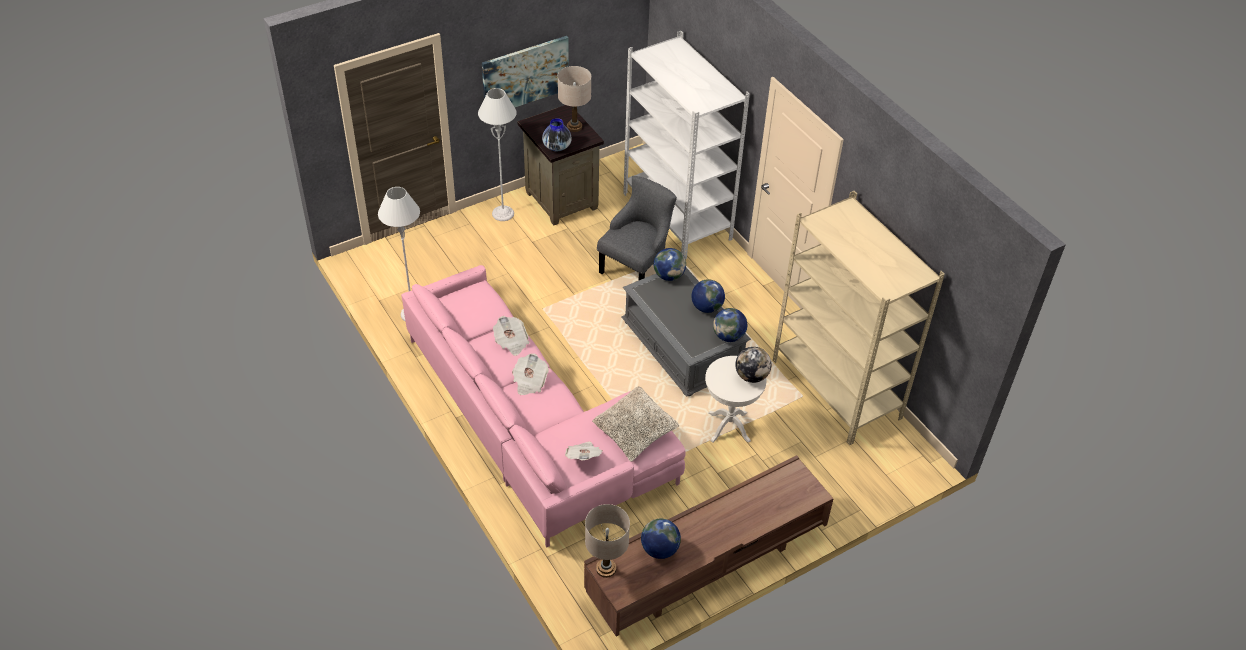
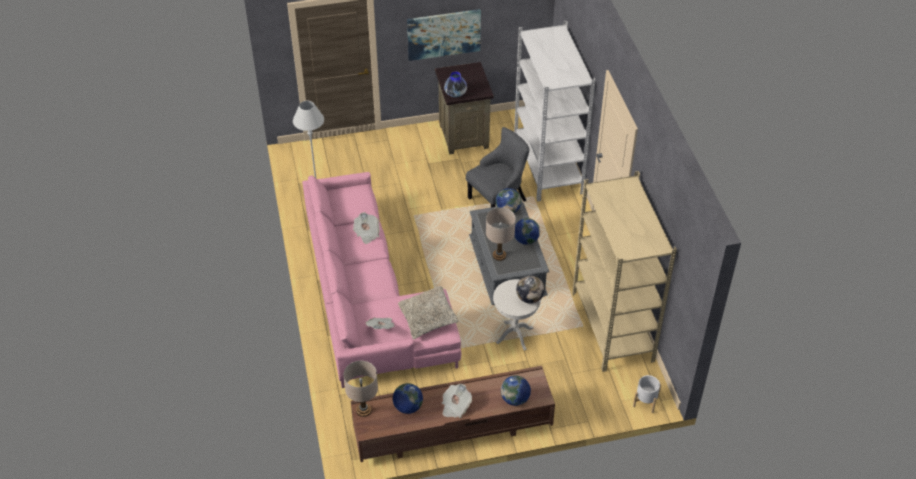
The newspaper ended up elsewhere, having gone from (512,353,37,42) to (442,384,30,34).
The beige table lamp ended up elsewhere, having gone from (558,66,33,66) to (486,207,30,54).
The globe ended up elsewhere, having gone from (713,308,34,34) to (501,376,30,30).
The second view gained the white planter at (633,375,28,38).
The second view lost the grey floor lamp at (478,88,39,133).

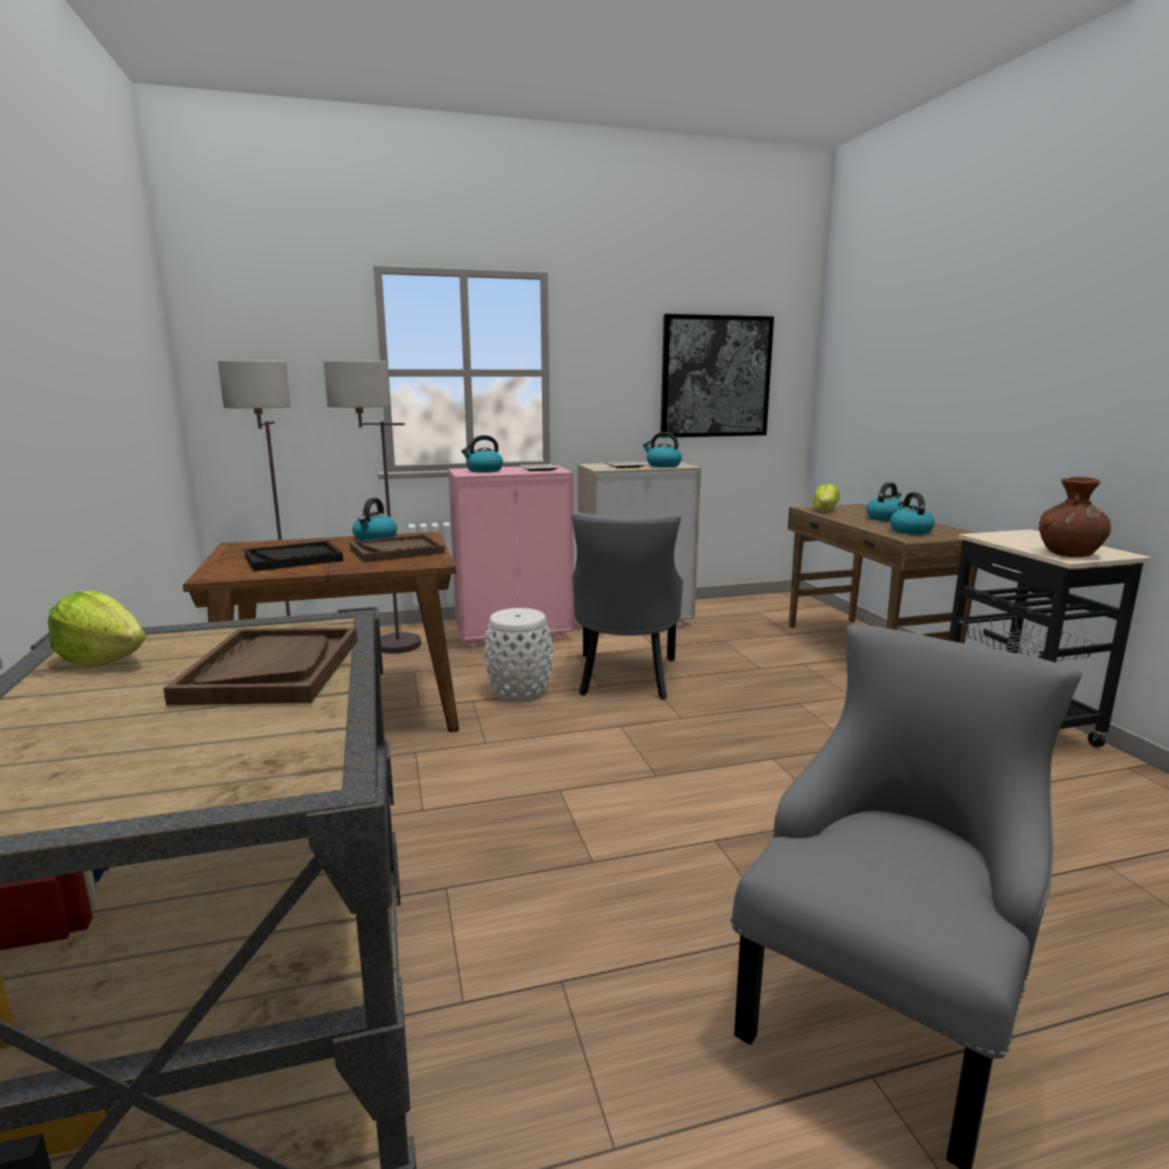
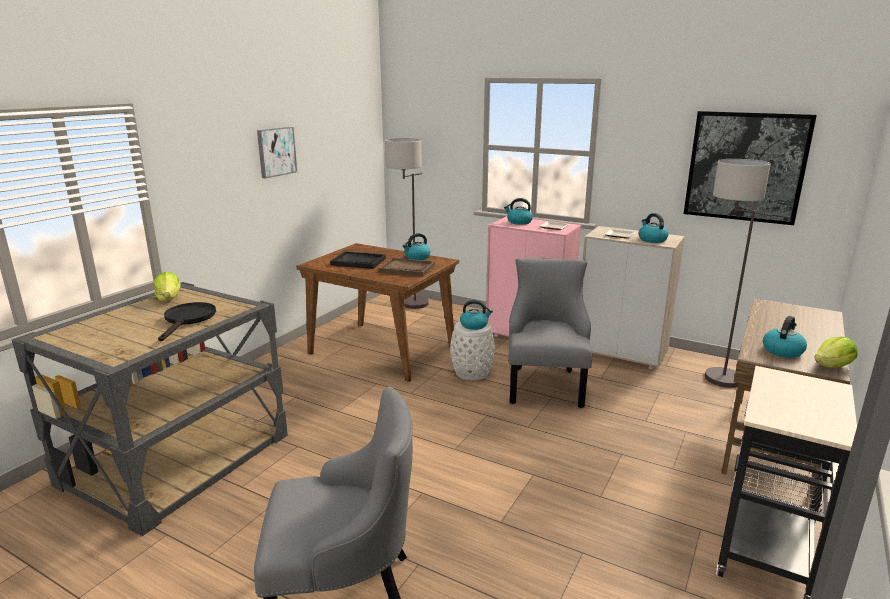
Where the brown tray stood at (163,627,194,78), the black frying pan came to stand at (158,302,58,39).
The second view gained the picture at (257,127,40,51).
The kettle ended up elsewhere, having gone from (866,482,36,39) to (460,300,33,30).
The grey chair at (571,512,113,188) ended up facing another way, 135 degrees clockwise from before.
The grey floor lamp ended up elsewhere, having gone from (324,360,97,294) to (705,159,67,229).
The lettuce ended up elsewhere, having gone from (813,483,27,28) to (814,337,44,31).
The second view lost the brown vase at (1039,477,72,80).

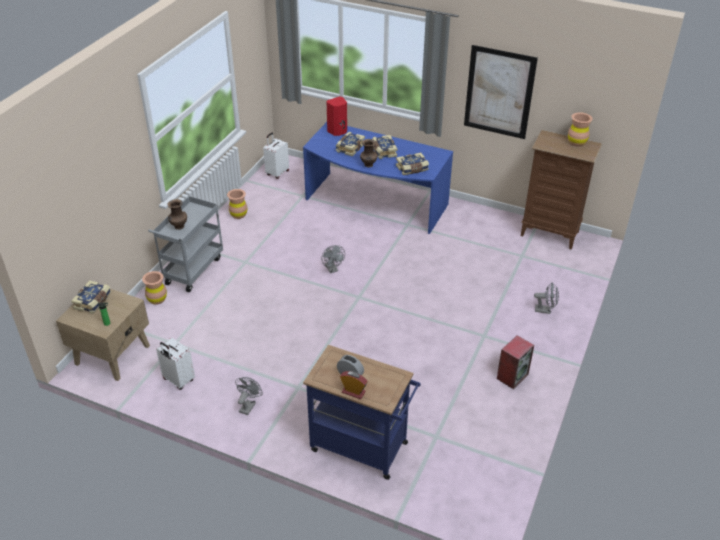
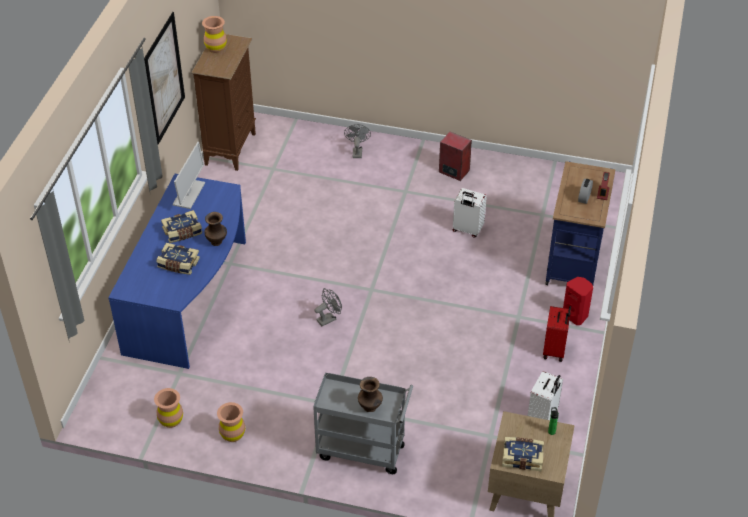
The brown vase ended up elsewhere, having gone from (142,271,25,34) to (154,388,29,40).
The second view gained the monitor at (172,142,33,67).
The white suitcase ended up elsewhere, having gone from (263,133,26,46) to (453,188,34,49).
Where the grey fan stood at (235,377,28,38), the red suitcase came to stand at (543,306,28,56).
The red speaker ended up elsewhere, having gone from (327,97,20,39) to (563,277,30,48).
The second view lost the book at (396,152,33,23).

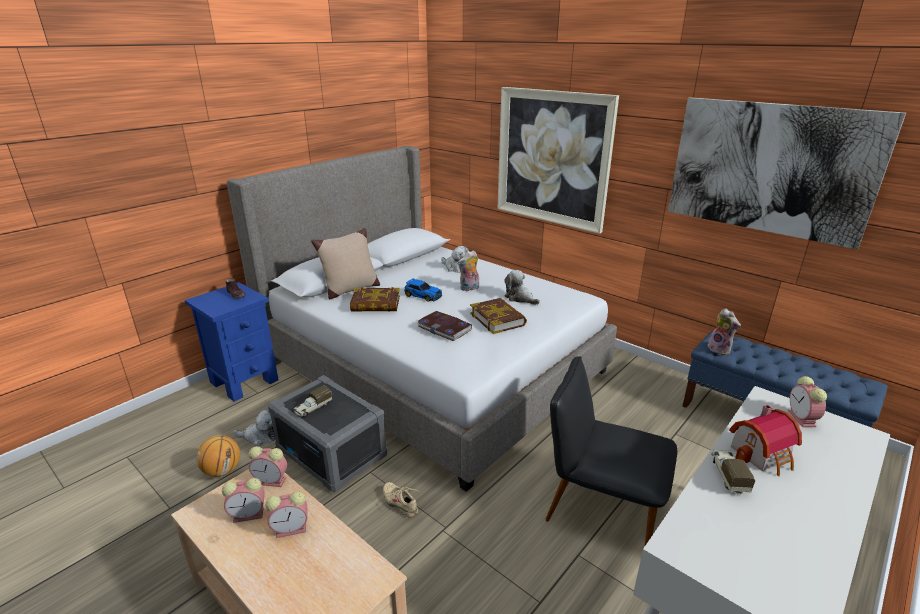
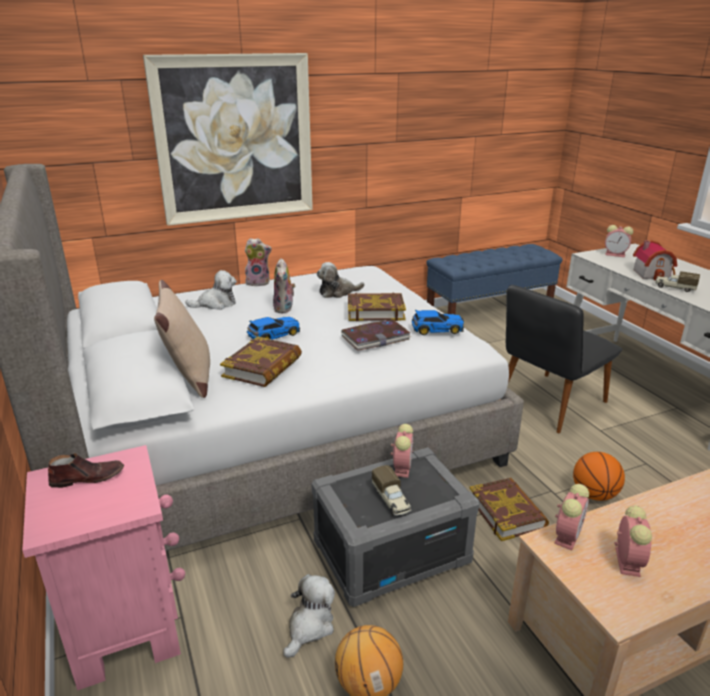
What was the blue nightstand at (185,282,93,120) turned into the pink nightstand at (22,445,163,246).
The plush toy ended up elsewhere, having gone from (708,308,33,47) to (245,238,27,48).
The alarm clock ended up elsewhere, having gone from (265,491,43,47) to (391,424,22,54).
The second view gained the toy car at (412,310,52,25).
Where the beige shoe stood at (383,482,35,36), the book came to stand at (469,478,80,63).
The second view gained the basketball at (573,452,52,49).
The second view lost the picture at (668,97,238,153).

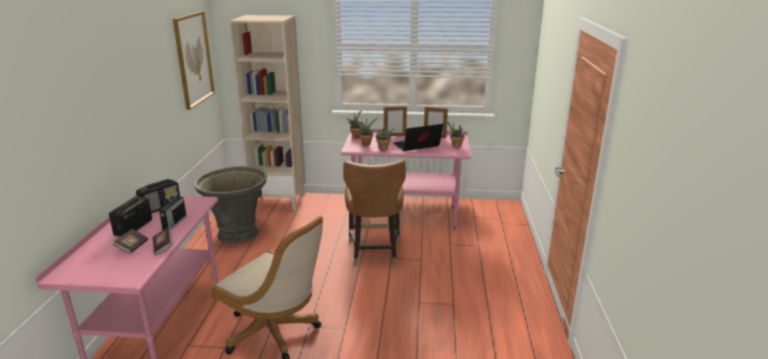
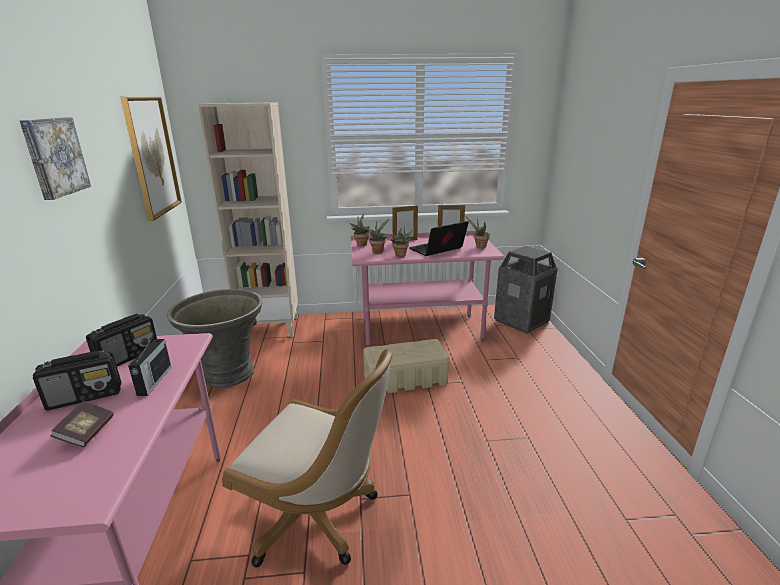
The second view gained the picture at (20,117,71,83).
The radio at (109,196,43,40) ended up facing another way, 120 degrees counterclockwise from before.
Where the brown chair stood at (343,160,63,106), the beige storage box came to stand at (363,339,86,54).
The second view gained the trash can at (494,246,64,88).
The second view lost the book at (153,227,20,28).

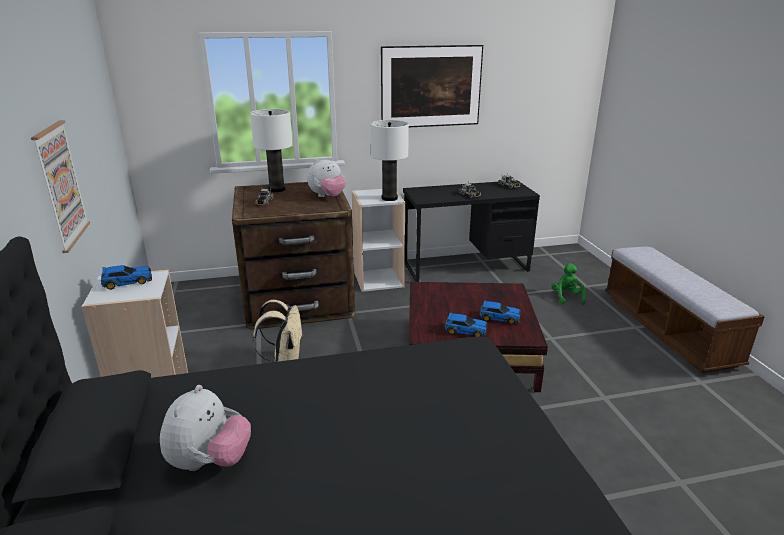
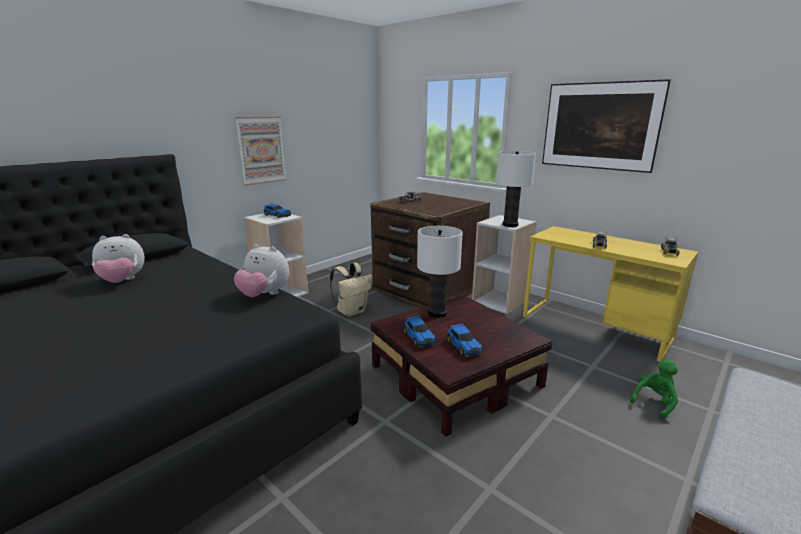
The plush toy ended up elsewhere, having gone from (307,157,39,40) to (234,244,55,53).
The white table lamp ended up elsewhere, having gone from (250,109,43,83) to (417,226,45,92).
What was the black desk at (403,180,137,102) turned into the yellow desk at (523,226,175,136).

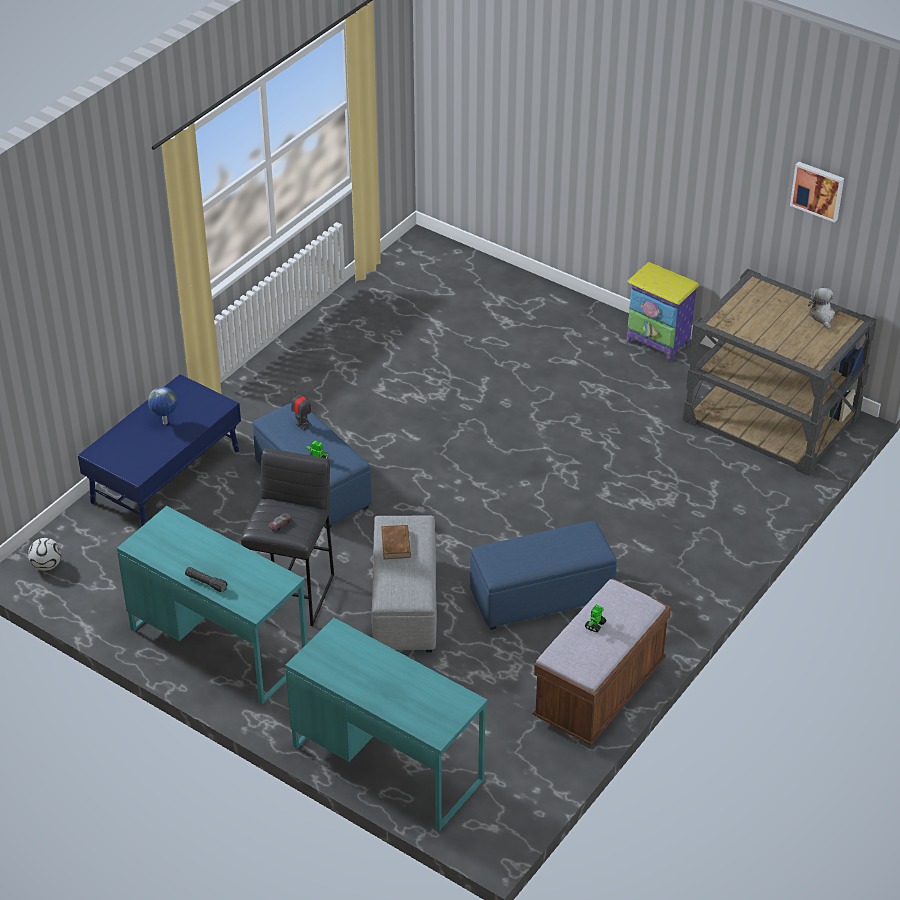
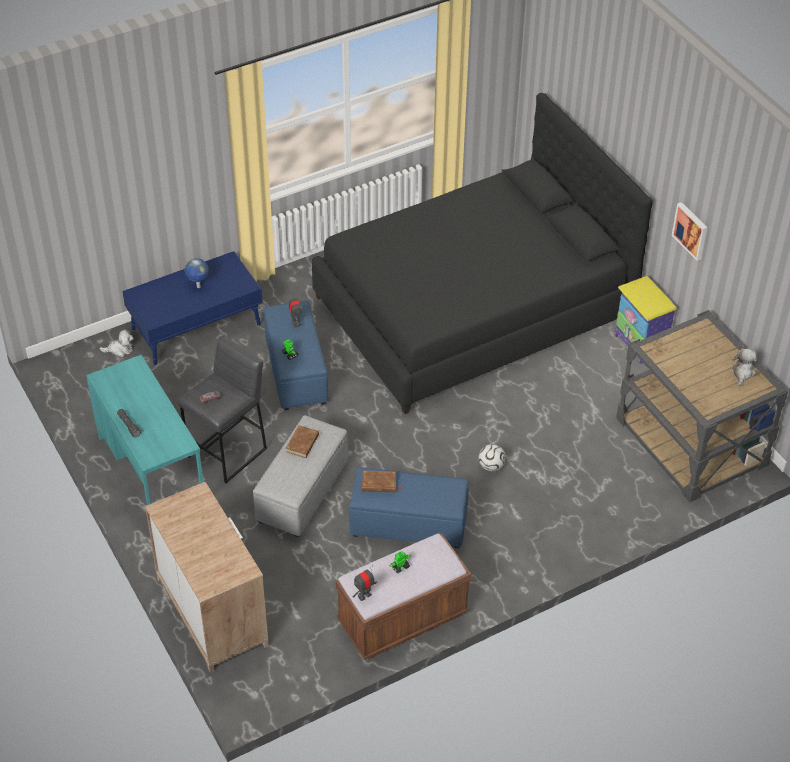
The second view gained the plush toy at (99,330,35,27).
Where the turquoise desk stood at (285,618,203,213), the dresser came to stand at (145,482,124,191).
The second view gained the black bed at (312,93,341,321).
The second view gained the toy robot at (352,568,26,33).
The second view gained the brown book at (362,471,39,21).
The football ended up elsewhere, having gone from (28,538,33,33) to (479,444,27,27).
The picture ended up elsewhere, having gone from (790,161,54,62) to (672,202,36,59).

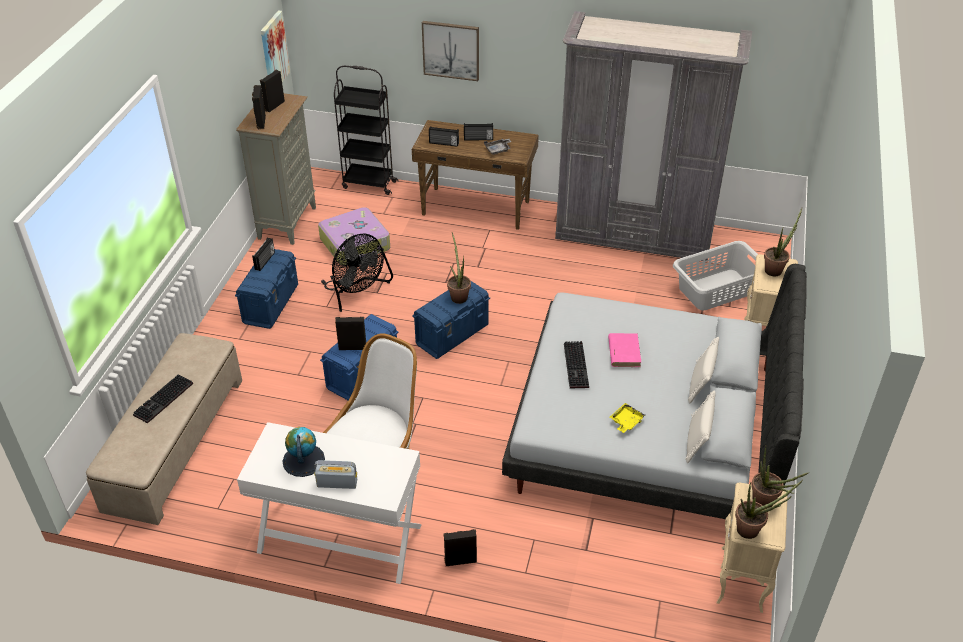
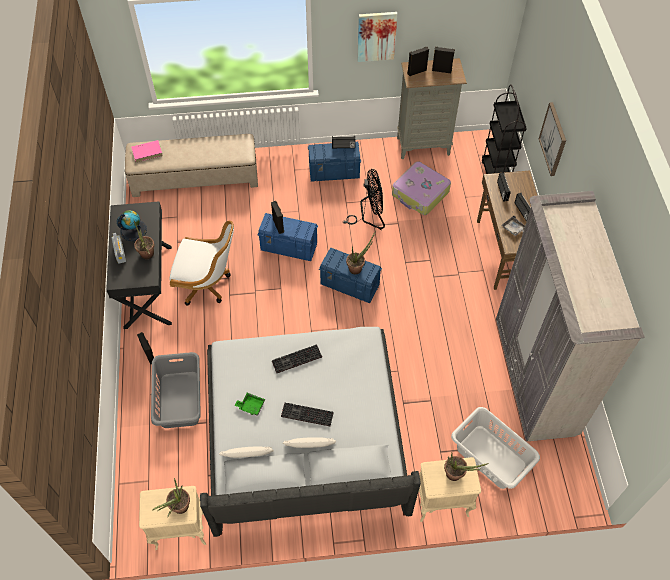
What was the white desk at (237,422,185,162) turned into the black desk at (106,201,66,128).
The pink book ended up elsewhere, having gone from (608,333,34,34) to (131,140,32,22).
The potted plant ended up elsewhere, having gone from (735,480,68,59) to (134,221,21,38).
The second view gained the grey laundry basket at (151,352,50,76).
What was the yellow tray at (610,403,36,30) turned into the green tray at (234,393,32,23).
The keyboard ended up elsewhere, having gone from (133,374,60,49) to (281,403,53,23).
The black fan at (321,234,72,78) ended up facing another way, 120 degrees counterclockwise from before.
The picture ended up elsewhere, having gone from (261,10,29,72) to (357,12,40,50).

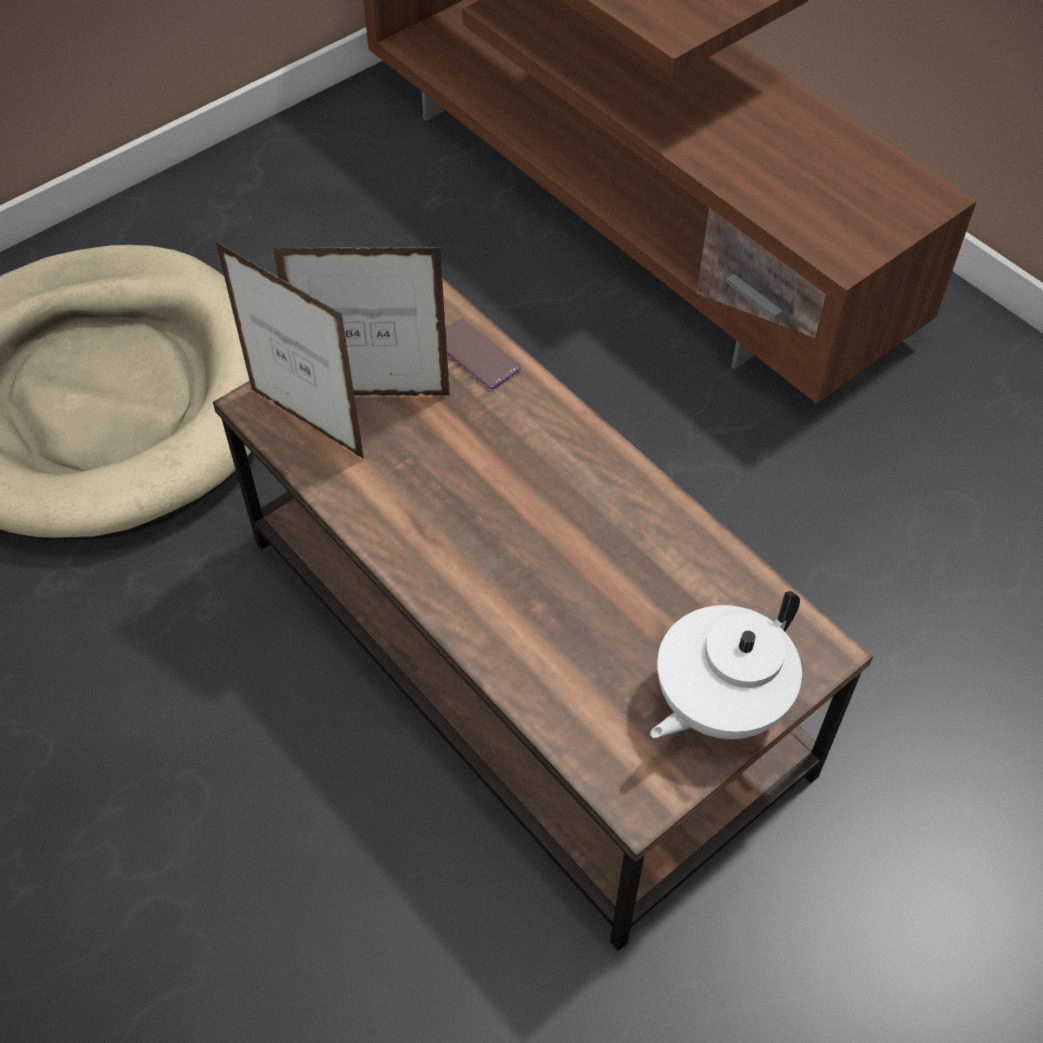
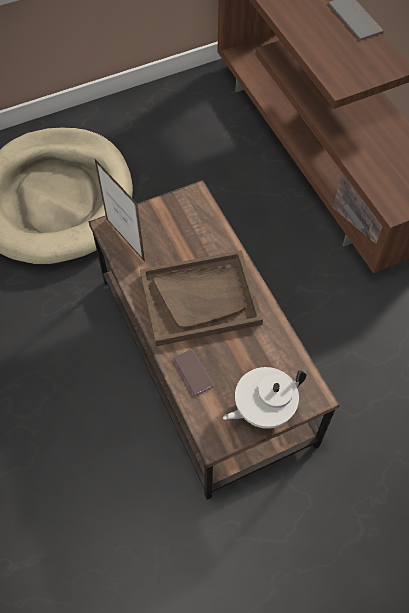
The second view gained the brown tray at (140,250,123,96).
The phone ended up elsewhere, having gone from (446,319,75,70) to (174,349,40,47).
The second view lost the picture frame at (272,247,178,149).

